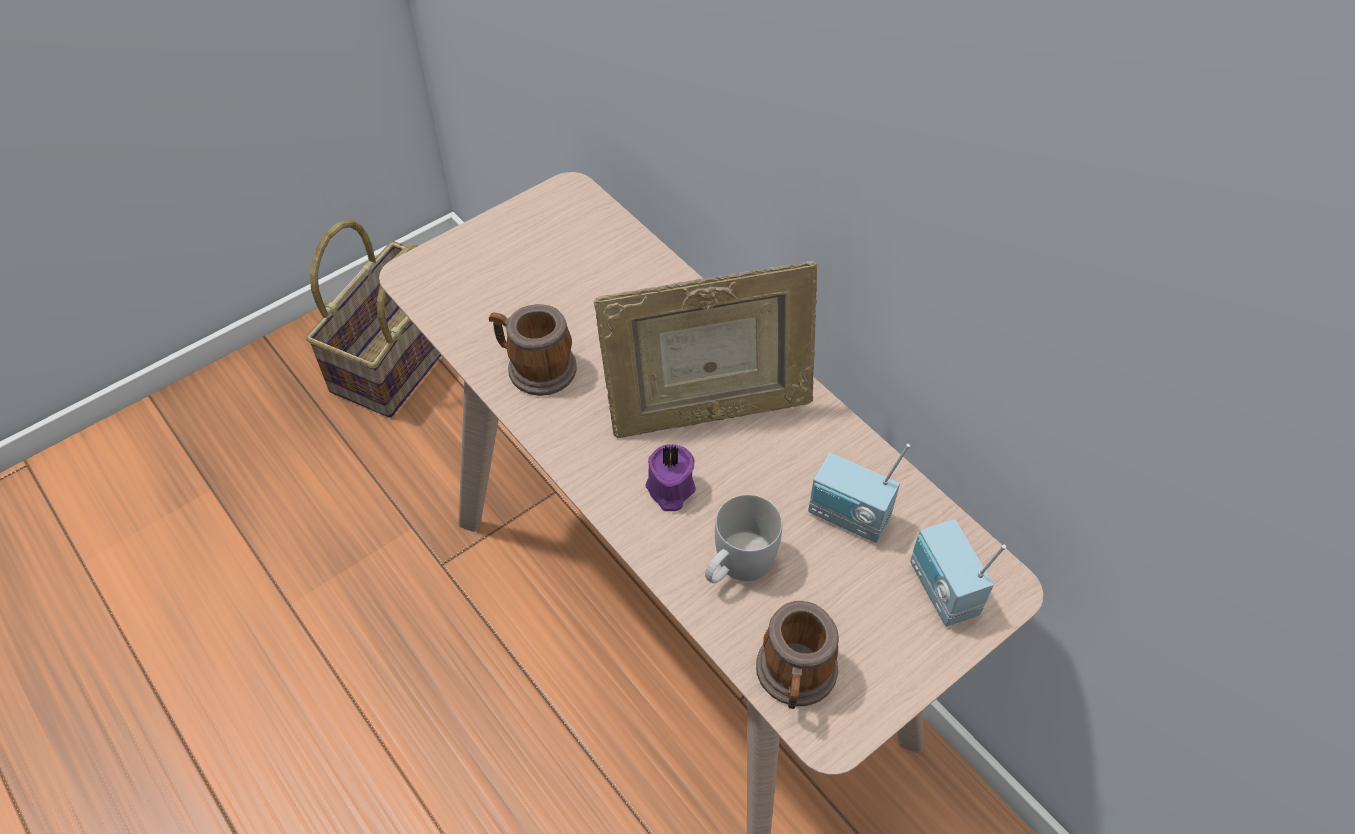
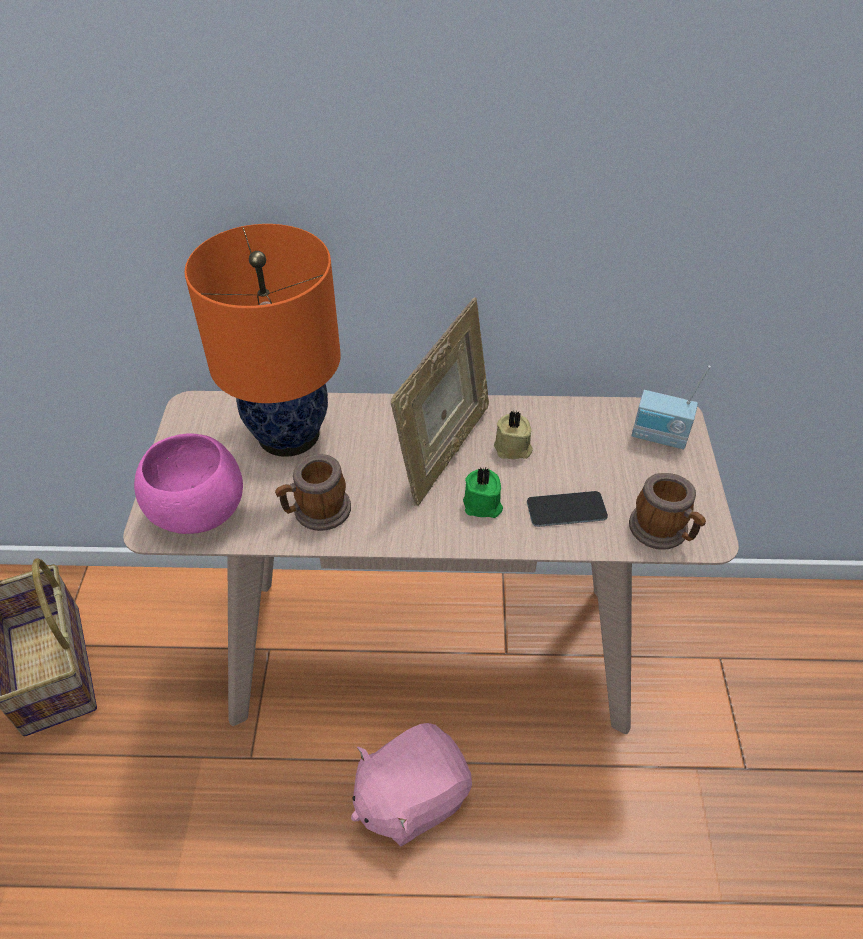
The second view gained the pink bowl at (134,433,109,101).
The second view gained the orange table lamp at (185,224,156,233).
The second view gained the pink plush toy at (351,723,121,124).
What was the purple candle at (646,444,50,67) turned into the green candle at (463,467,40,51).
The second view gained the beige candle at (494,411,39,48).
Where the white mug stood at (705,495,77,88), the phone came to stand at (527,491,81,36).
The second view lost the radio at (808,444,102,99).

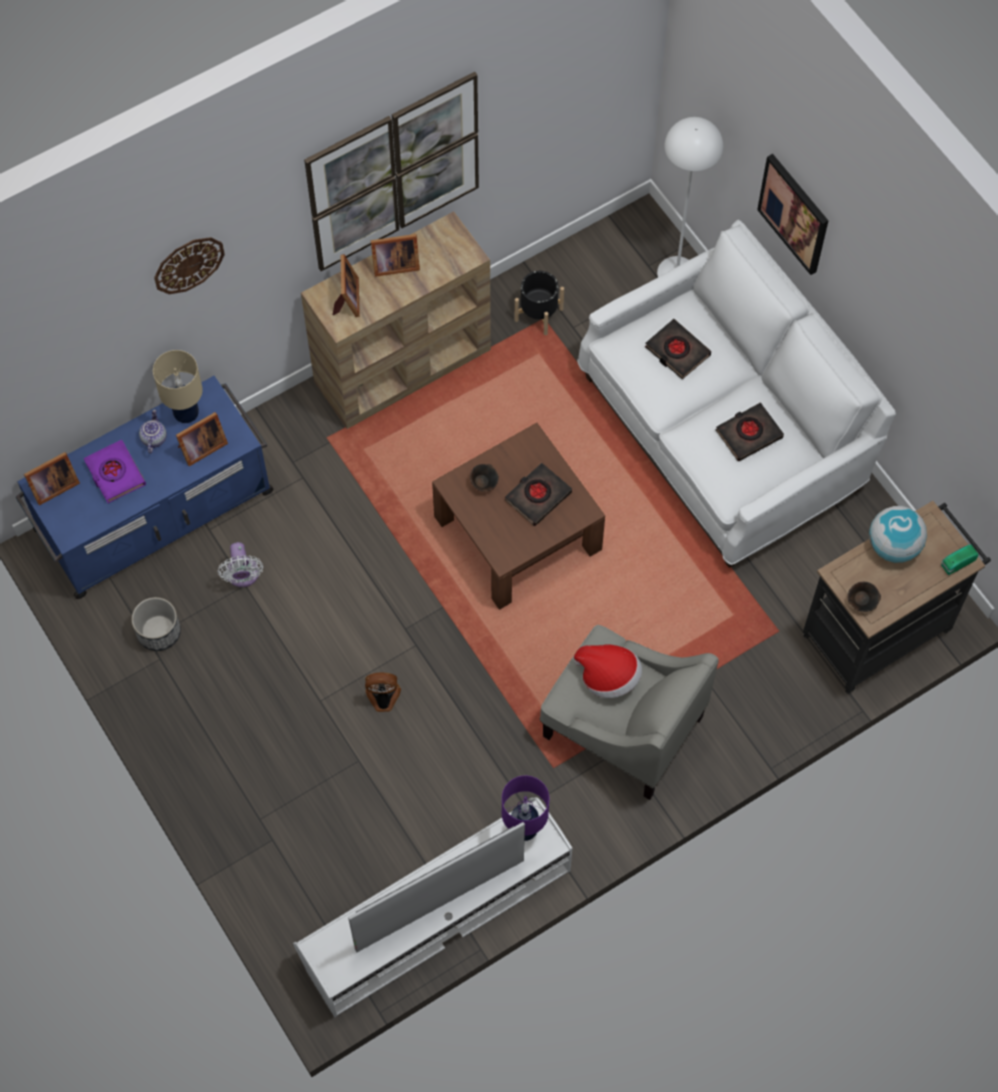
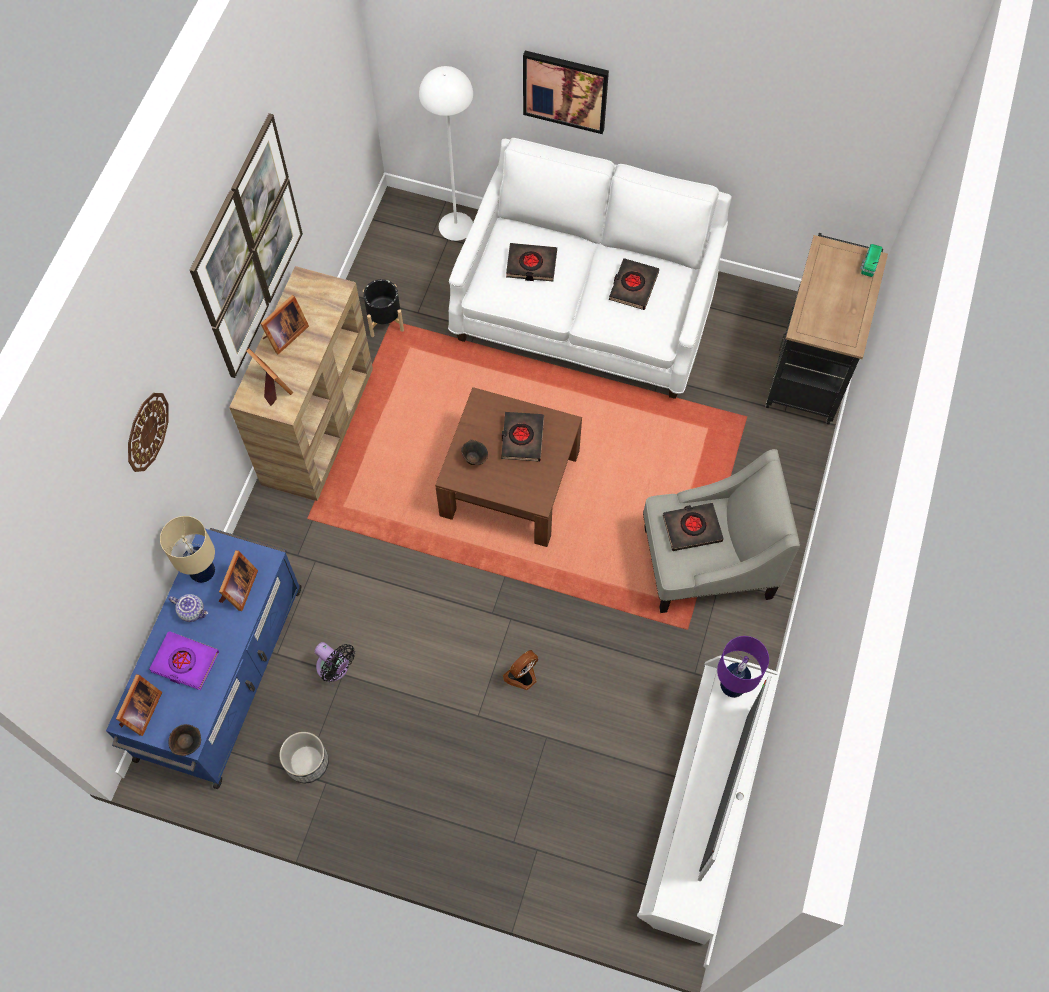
The teapot at (139,409,28,45) ended up facing another way, 150 degrees clockwise from before.
The brown bowl ended up elsewhere, having gone from (848,582,33,30) to (169,724,32,32).
What was the white fan at (218,542,45,45) turned into the black fan at (315,642,40,40).
Where the hat stood at (574,644,68,54), the black book came to stand at (663,503,61,48).
The second view lost the globe at (869,506,58,57).

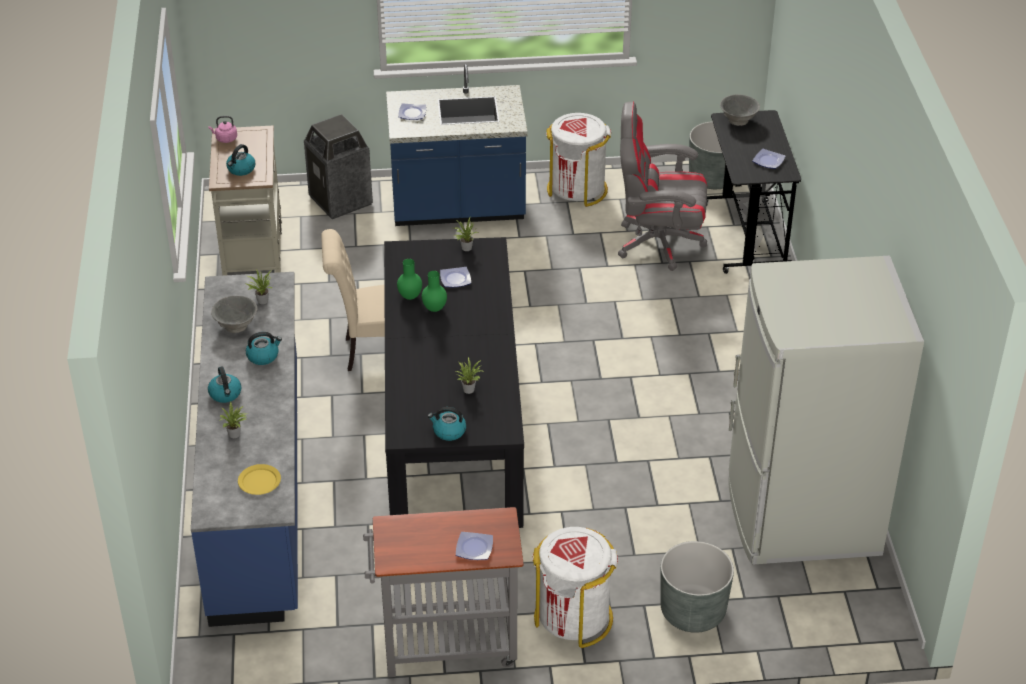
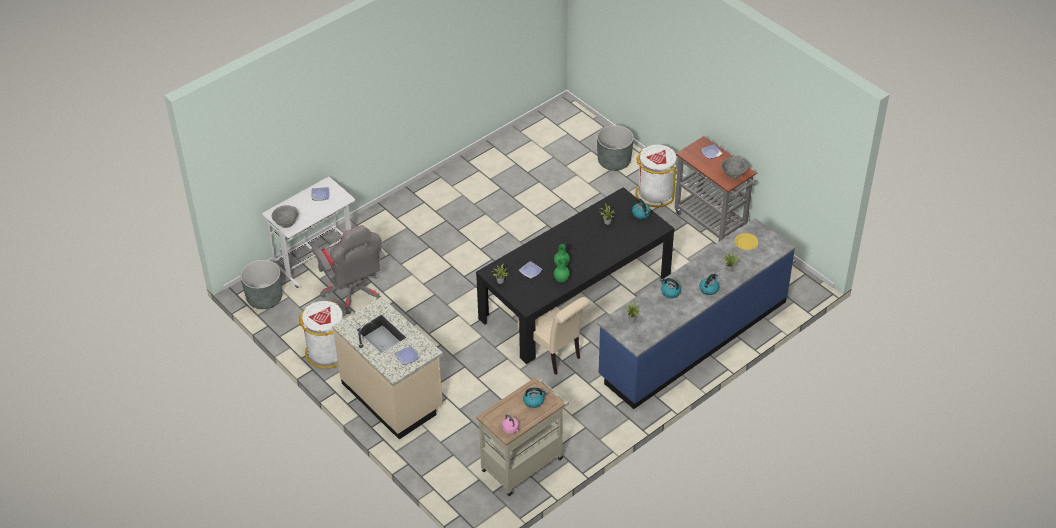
What was the black desk at (706,110,95,164) turned into the white desk at (262,177,93,112).
What was the blue counter at (386,64,142,162) turned into the beige counter at (332,297,111,142).
The grey bowl ended up elsewhere, having gone from (211,296,46,37) to (721,157,27,22).
The second view lost the trash can at (304,114,69,105).
The second view lost the white fridge at (728,255,196,310).

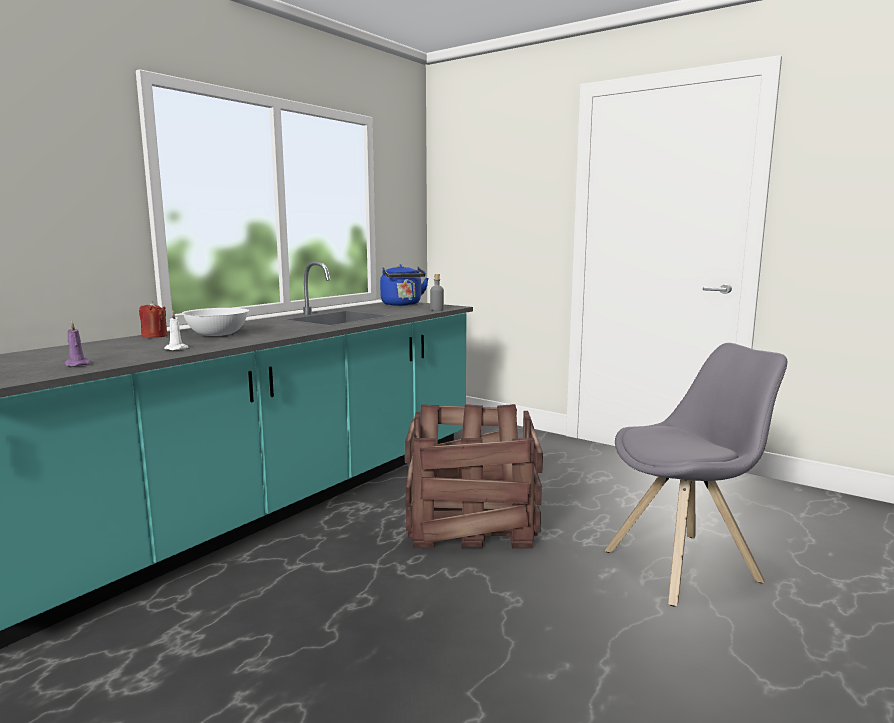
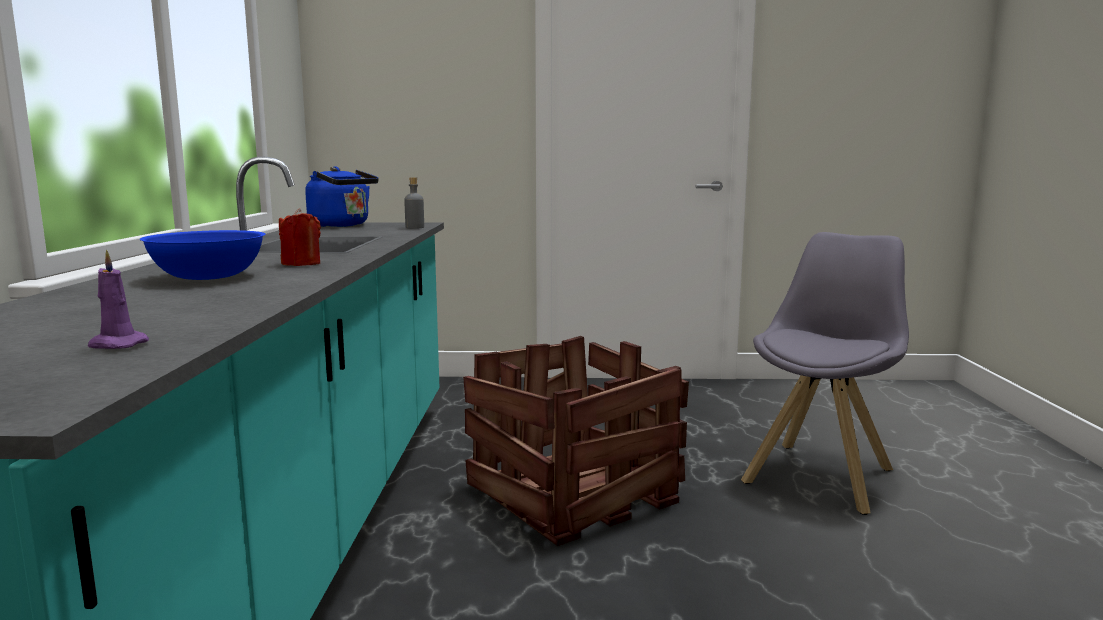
What was the white bowl at (182,308,67,28) turned into the blue bowl at (140,230,126,50).
The red candle ended up elsewhere, having gone from (139,301,28,37) to (279,208,42,58).
The second view lost the white candle at (164,310,24,41).

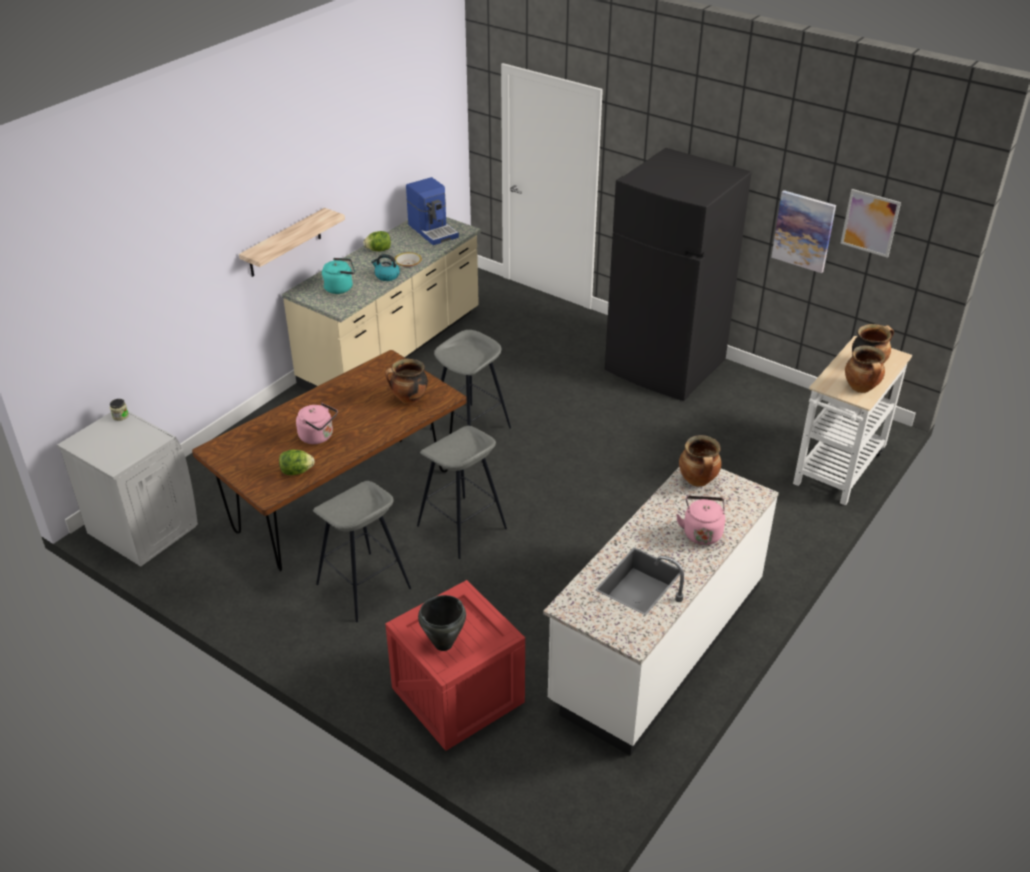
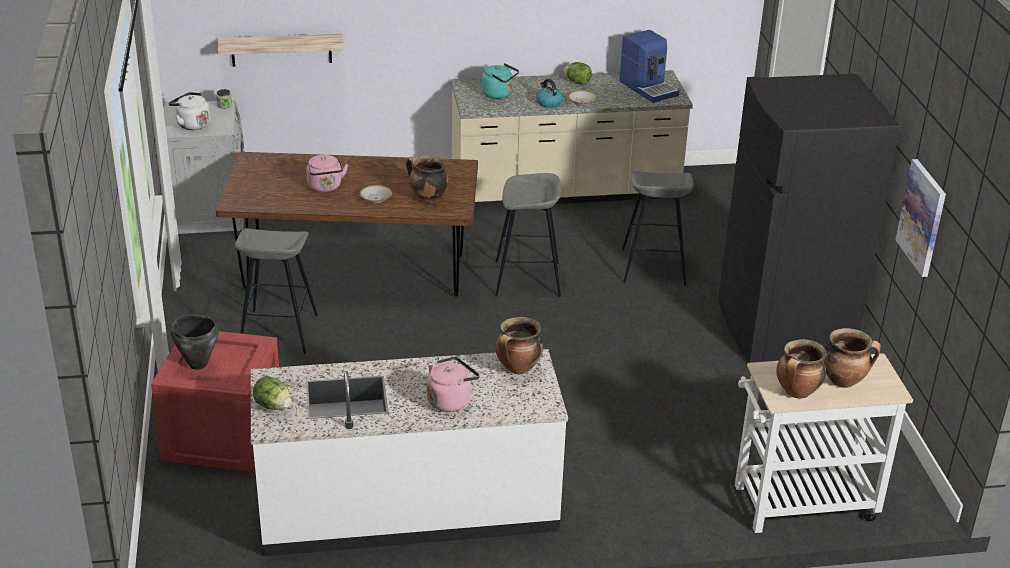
The second view gained the white kettle at (168,92,42,38).
The shelf ended up elsewhere, having gone from (239,208,106,69) to (218,34,126,33).
The lettuce ended up elsewhere, having gone from (279,449,35,26) to (253,376,38,34).
The second view gained the bowl at (359,185,33,18).
The coffee machine at (406,177,53,68) ended up facing another way, 45 degrees counterclockwise from before.
The grey stool ended up elsewhere, having gone from (417,426,90,133) to (622,170,72,116).
The second view lost the picture at (840,189,61,69).

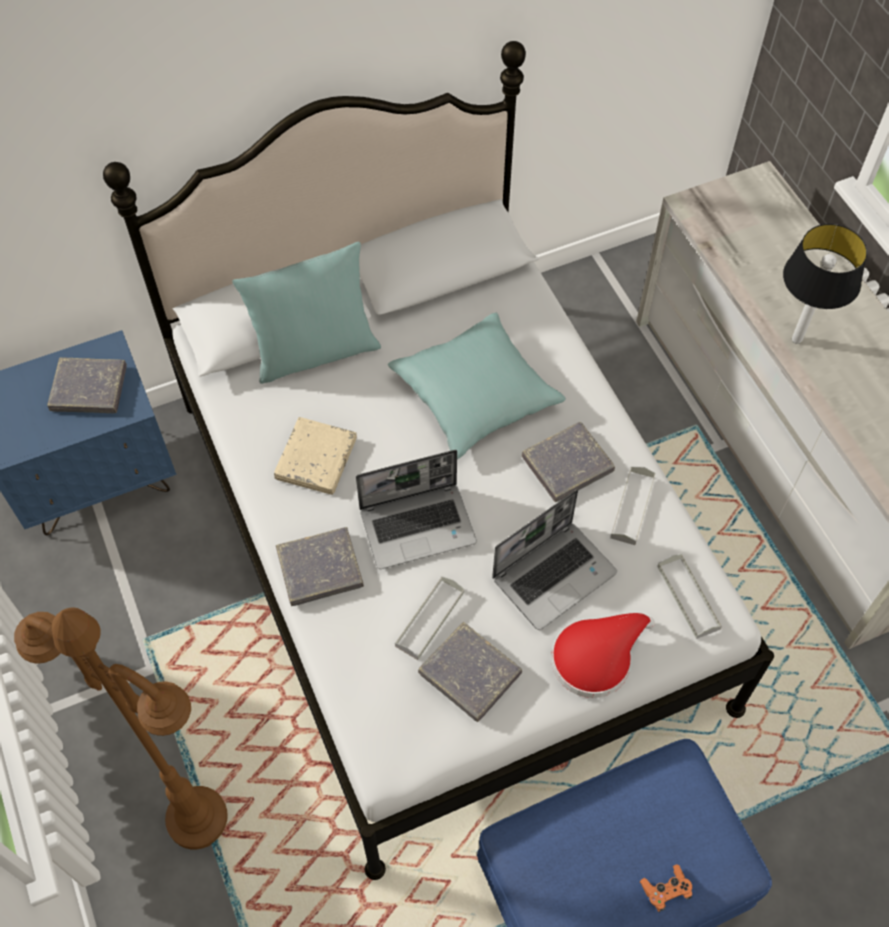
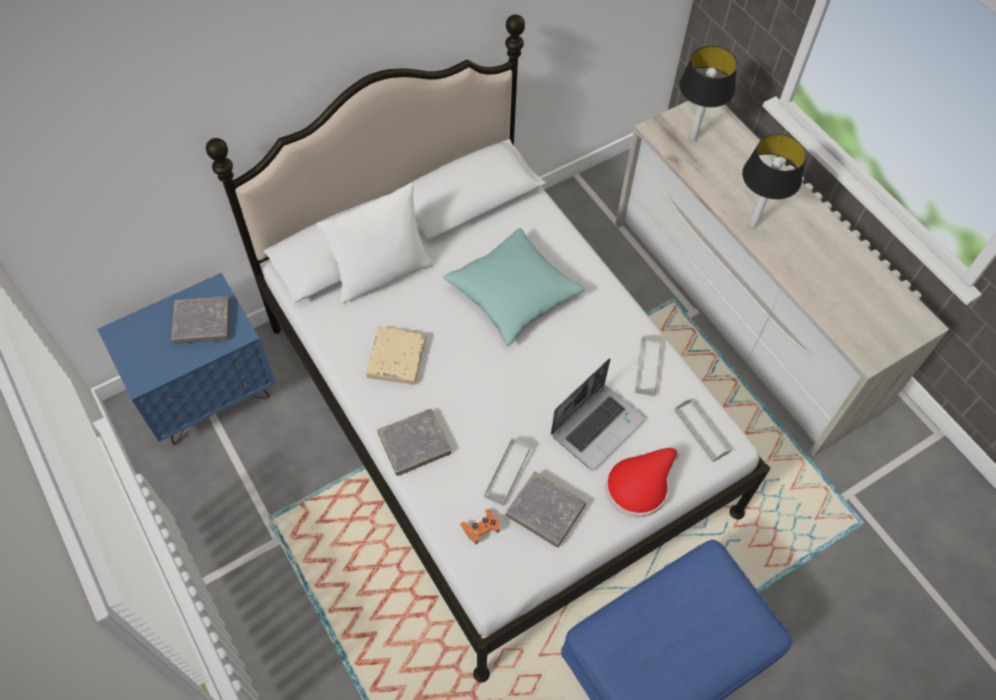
What was the turquoise pillow at (232,242,149,142) turned into the white pillow at (317,183,116,120).
The orange game controller ended up elsewhere, having gone from (640,864,52,48) to (460,509,40,36).
The second view gained the table lamp at (679,46,58,95).
The second view lost the brown floor lamp at (14,607,214,242).
The second view lost the laptop at (356,450,121,119).
The second view lost the grey book at (522,422,93,80).

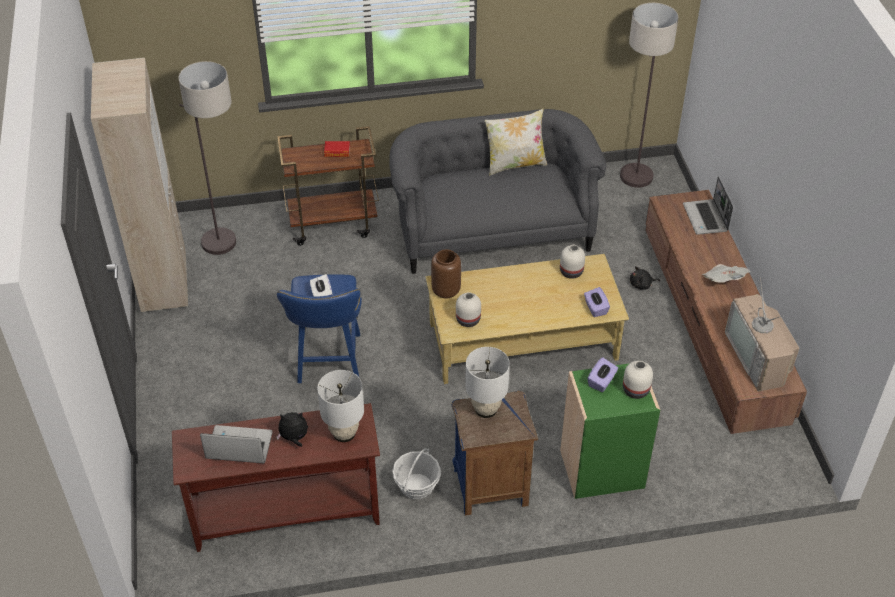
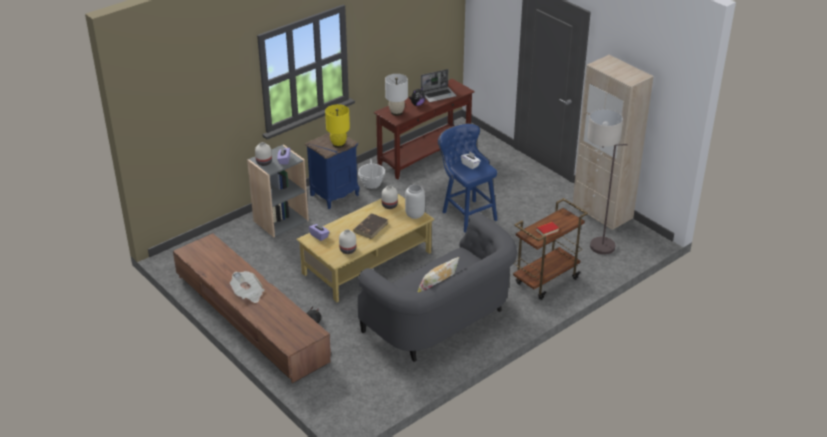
What was the green bookcase at (560,363,100,136) turned into the grey bookcase at (247,144,62,93).
What was the white table lamp at (465,347,45,71) turned into the yellow table lamp at (325,104,25,44).
The second view gained the brown book at (353,213,35,26).
What was the brown vase at (431,249,30,50) turned into the grey vase at (405,184,20,35).
The second view lost the grey floor lamp at (620,3,58,185).
The second view lost the laptop at (683,176,50,59).
The second view lost the television at (725,277,74,115).

